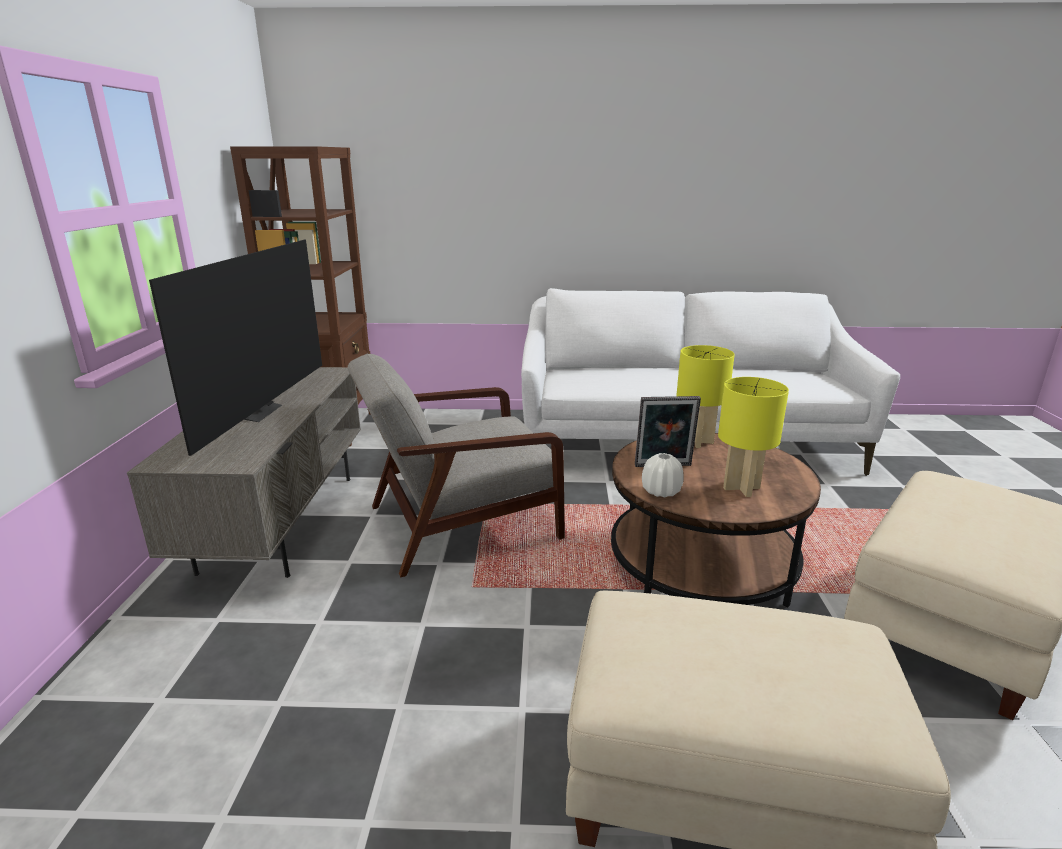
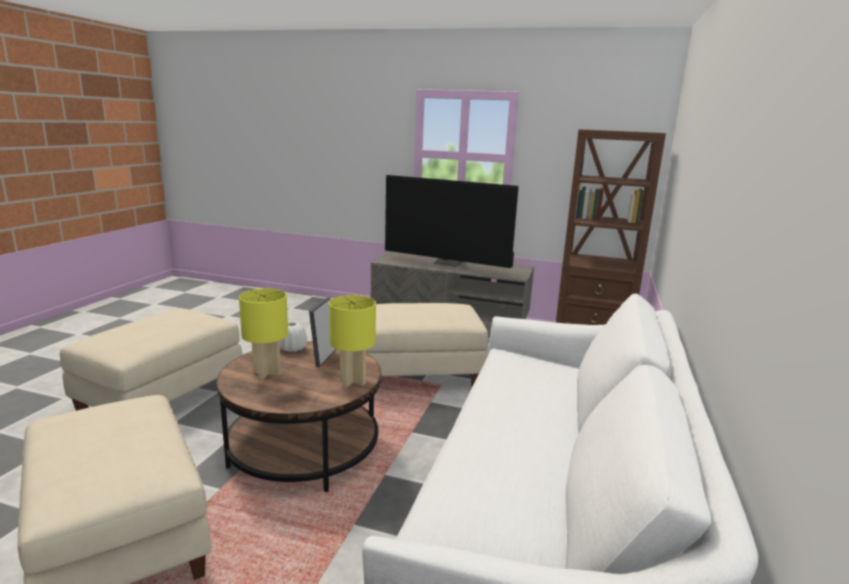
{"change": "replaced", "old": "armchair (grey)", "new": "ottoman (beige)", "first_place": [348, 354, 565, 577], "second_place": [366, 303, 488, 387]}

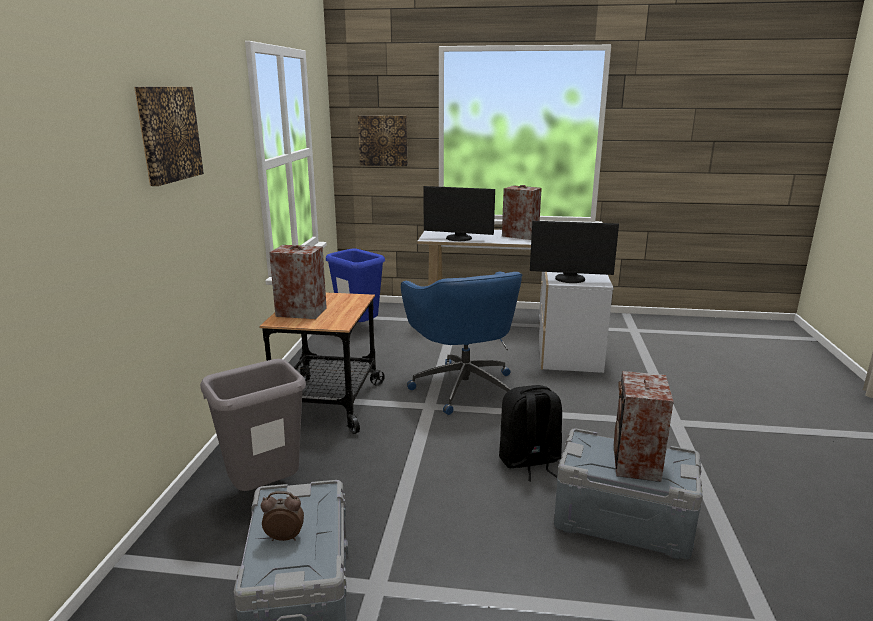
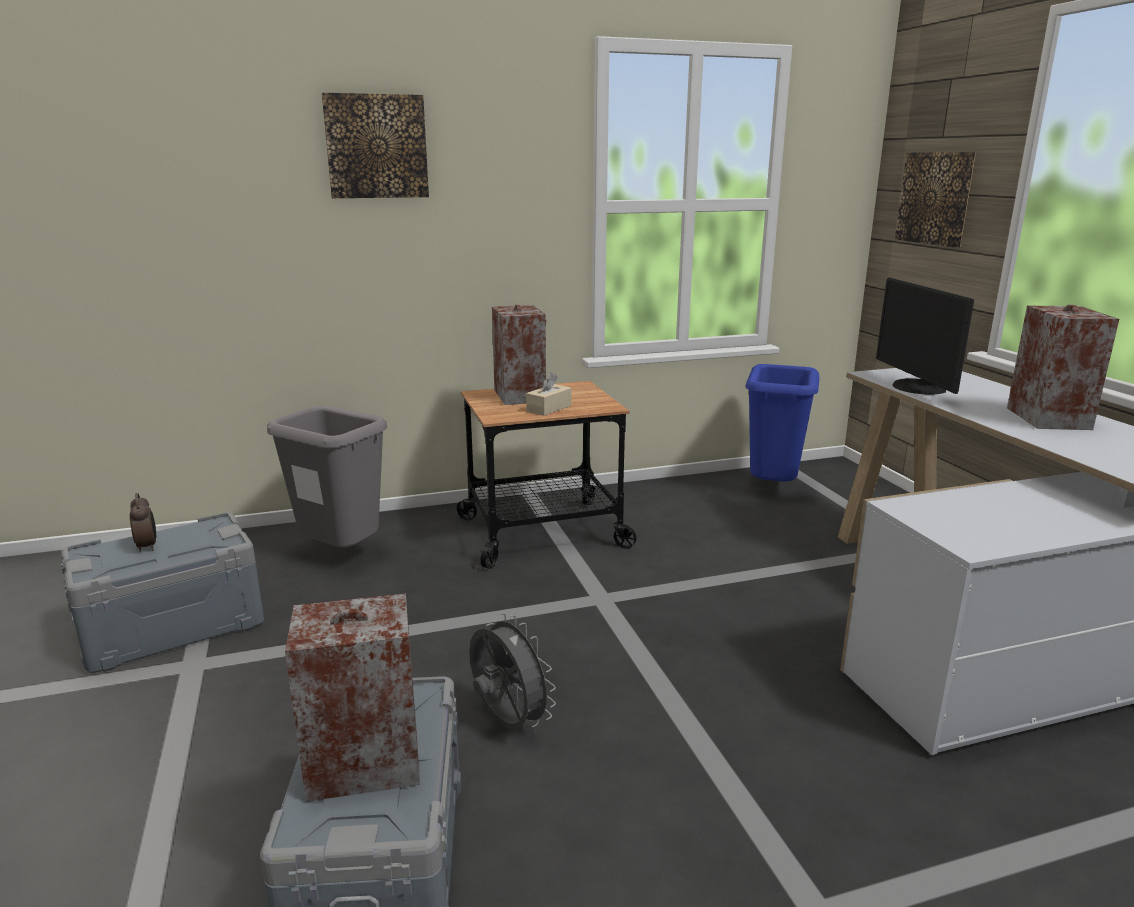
{"change": "removed", "old": "office chair (blue)", "first_place": [401, 272, 522, 415]}
{"change": "replaced", "old": "backpack (black)", "new": "fan (grey)", "first_place": [499, 385, 562, 481], "second_place": [469, 613, 556, 730]}
{"change": "removed", "old": "monitor", "first_place": [530, 221, 619, 283]}
{"change": "added", "new": "tissue box (beige)", "second_place": [526, 372, 571, 416]}

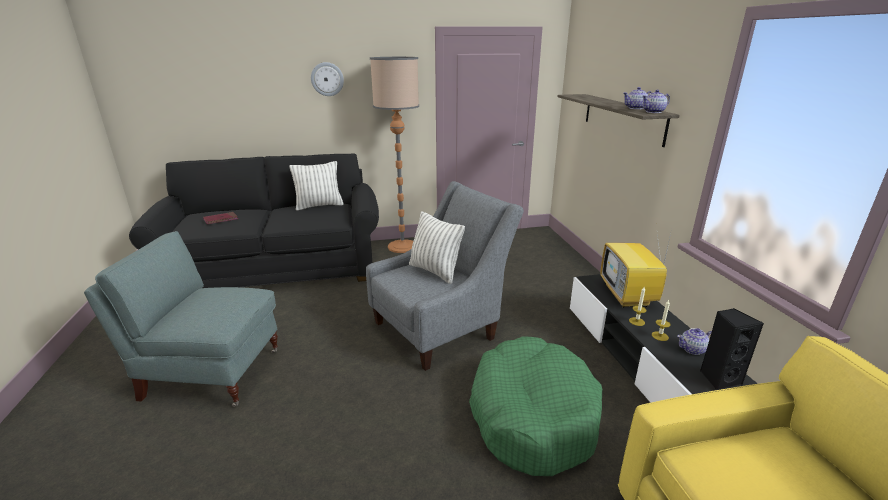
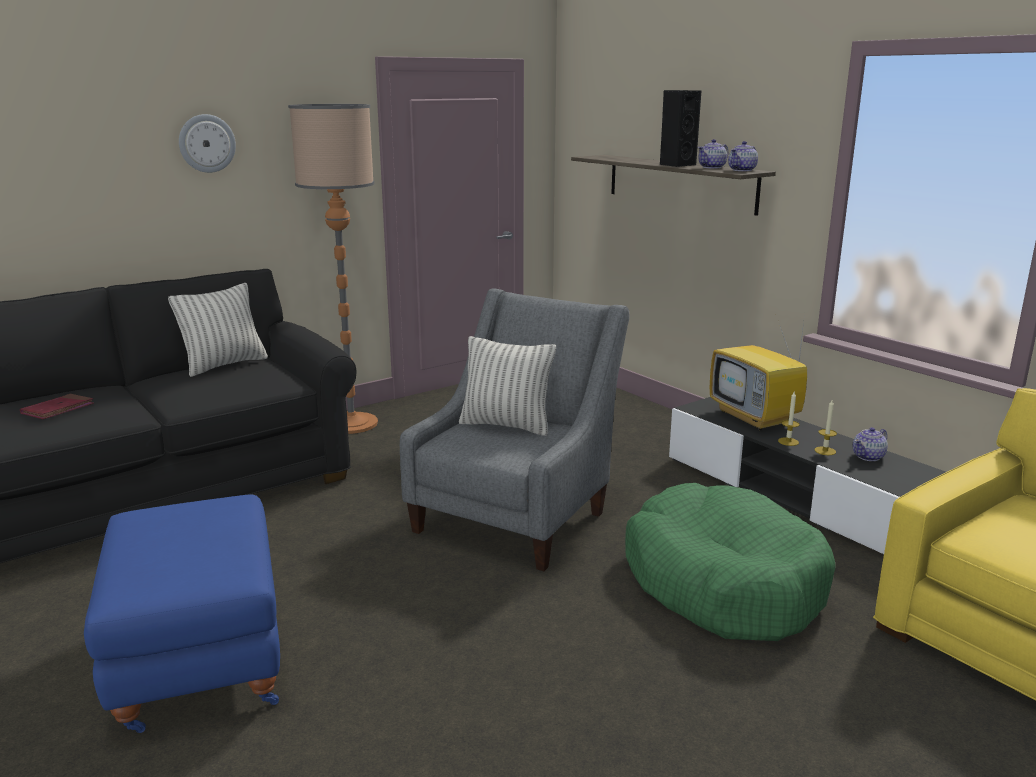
{"change": "replaced", "old": "armchair (grey)", "new": "ottoman (blue)", "first_place": [84, 231, 278, 407], "second_place": [84, 495, 280, 733]}
{"change": "moved", "old": "speaker (black)", "first_place": [700, 308, 764, 390], "second_place": [660, 90, 702, 167]}

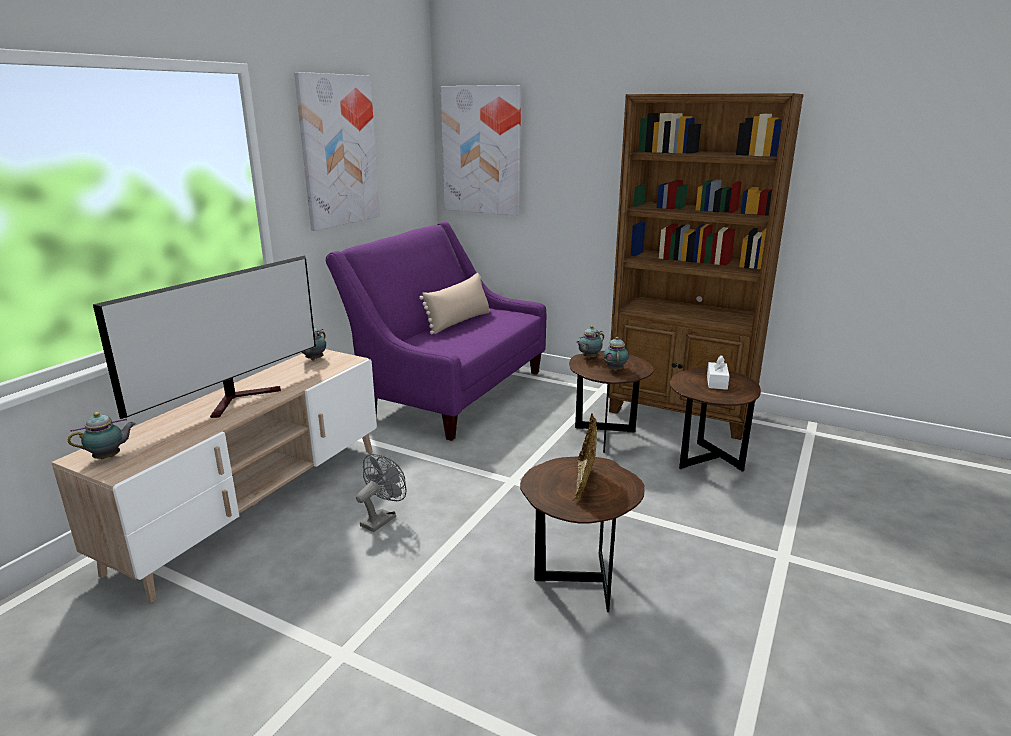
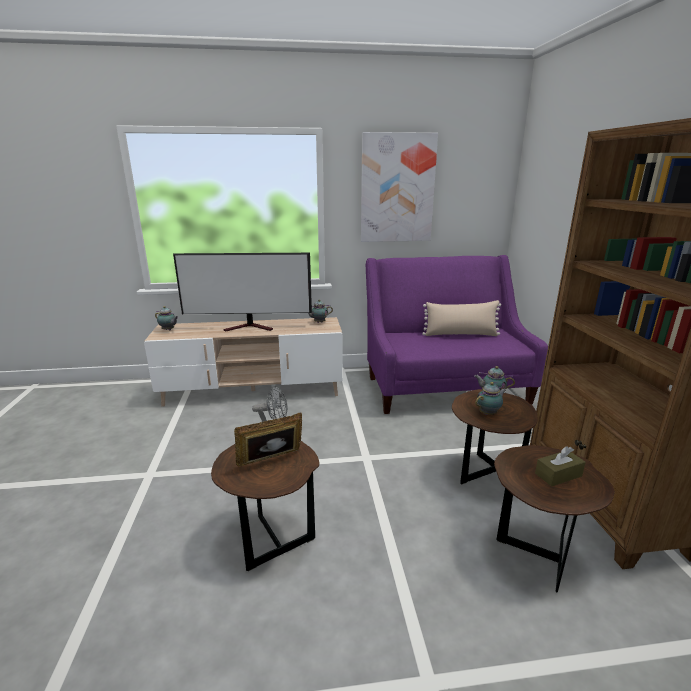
{"change": "removed", "old": "picture", "first_place": [441, 85, 521, 216]}
{"change": "recoloured", "old": "tissue box (white)", "new": "tissue box (brown)", "first_place": [707, 355, 729, 390], "second_place": [535, 446, 586, 487]}

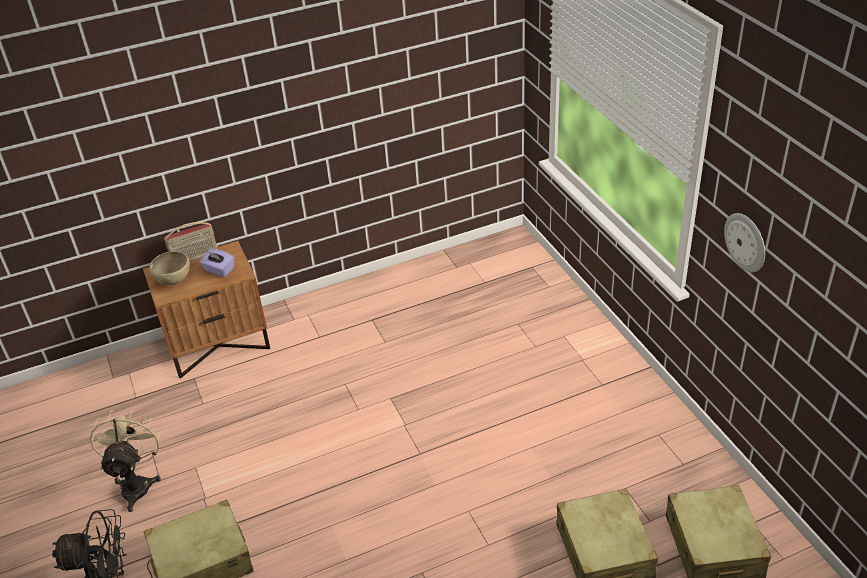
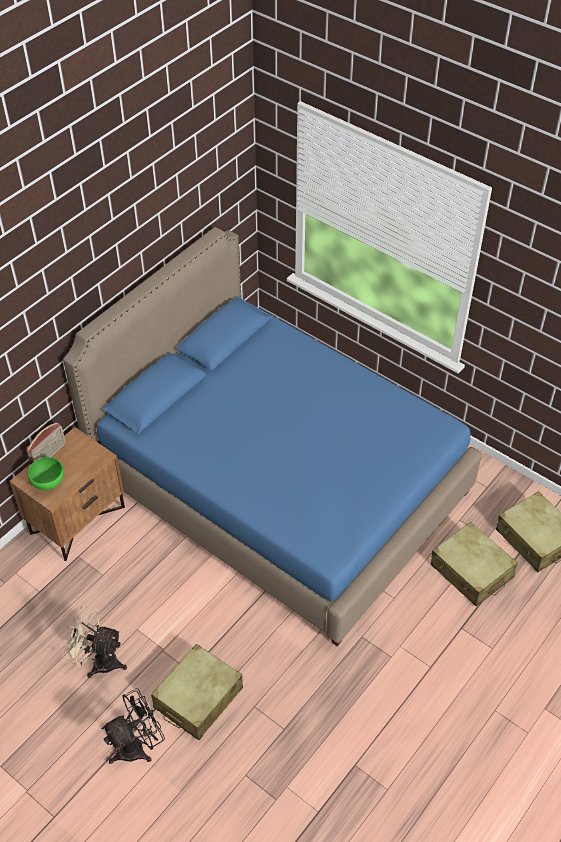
{"change": "turned", "old": "fan (beige)", "first_place": [90, 410, 161, 512], "second_place": [63, 606, 127, 678], "degrees": -45}
{"change": "recoloured", "old": "bowl (brown)", "new": "bowl (green)", "first_place": [149, 251, 190, 285], "second_place": [28, 457, 64, 490]}
{"change": "removed", "old": "tissue box (purple)", "first_place": [200, 249, 234, 277]}
{"change": "removed", "old": "wall clock", "first_place": [724, 213, 765, 272]}
{"change": "added", "new": "bed (blue)", "second_place": [63, 227, 482, 646]}

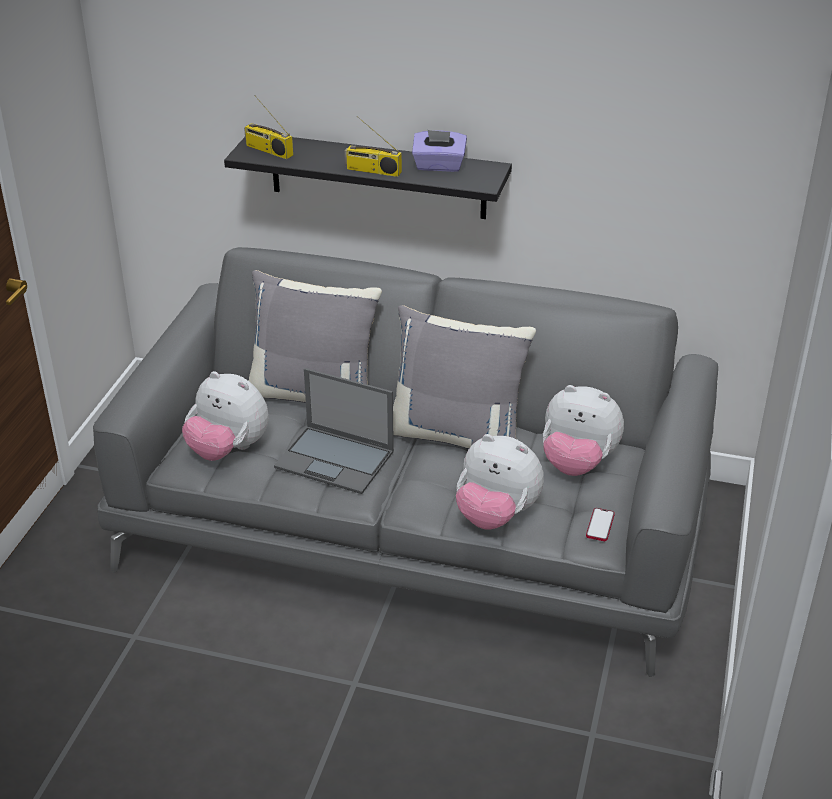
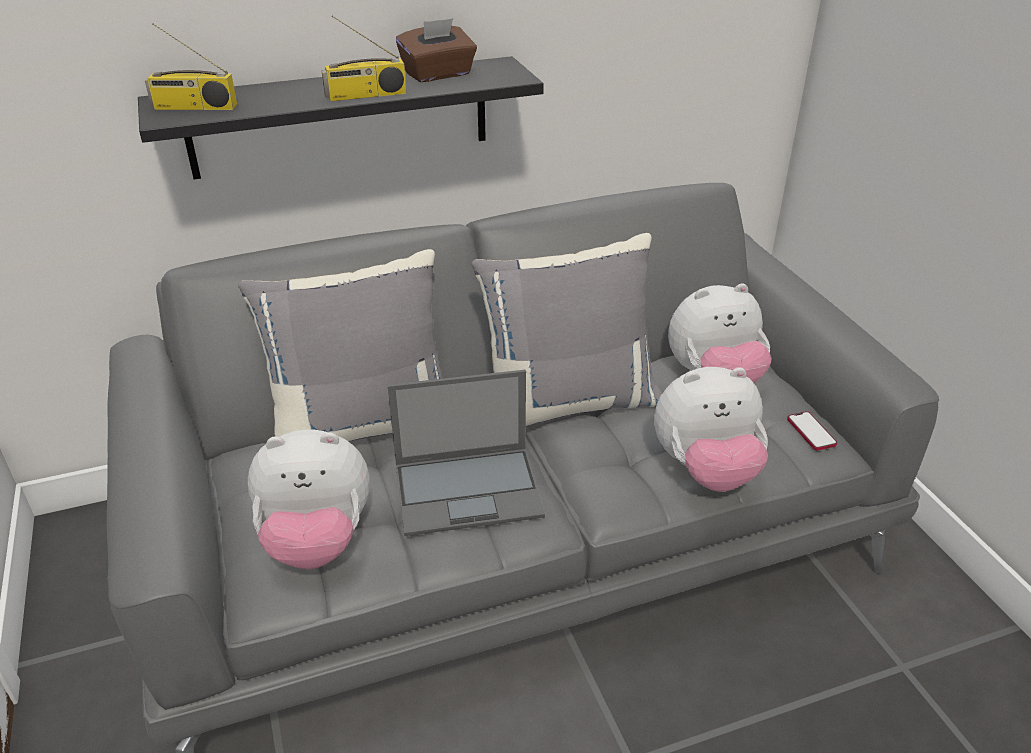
{"change": "recoloured", "old": "tissue box (purple)", "new": "tissue box (brown)", "first_place": [412, 130, 467, 172], "second_place": [396, 18, 477, 82]}

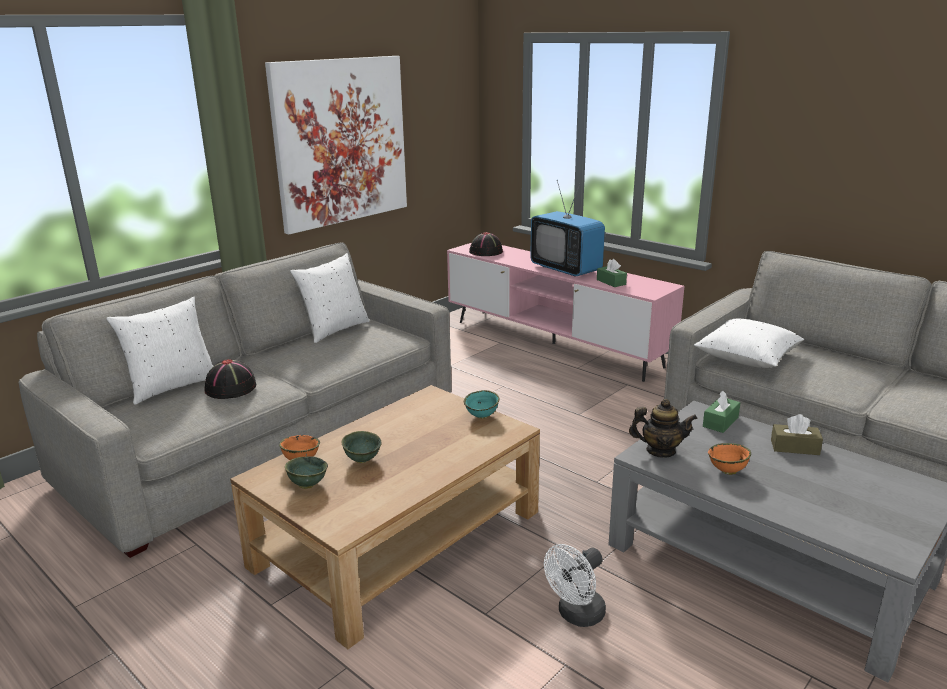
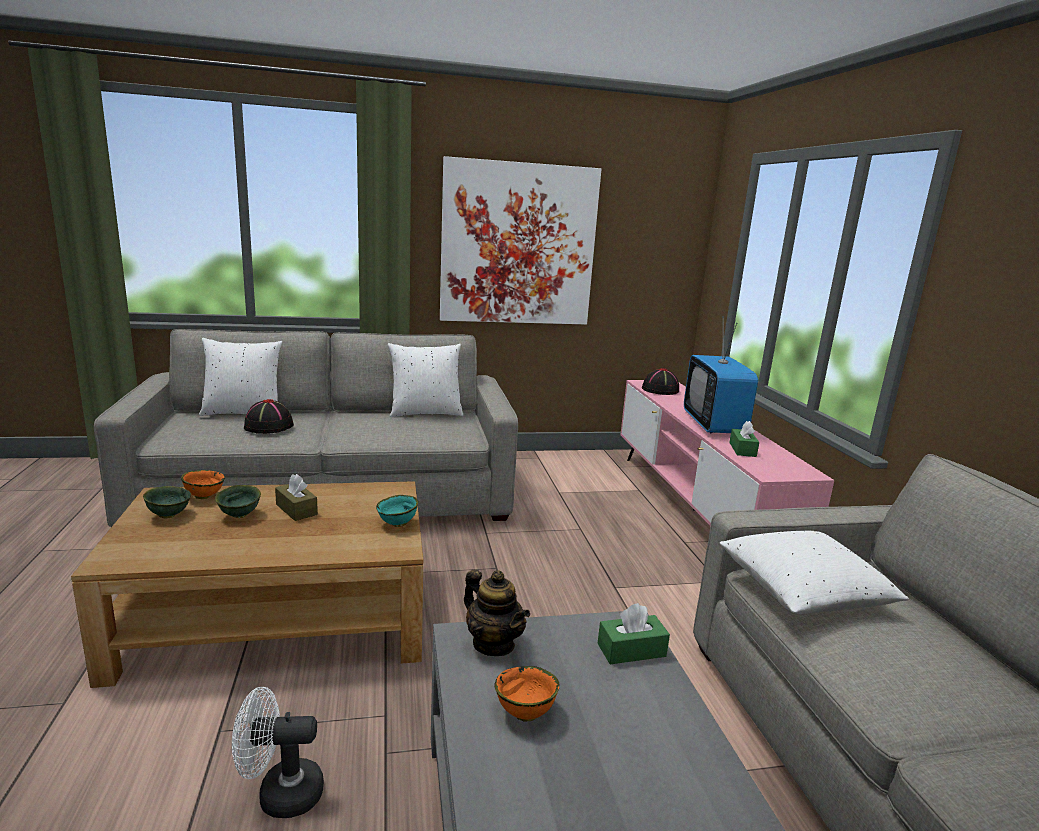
{"change": "moved", "old": "tissue box (brown)", "first_place": [771, 414, 823, 455], "second_place": [275, 474, 318, 521]}

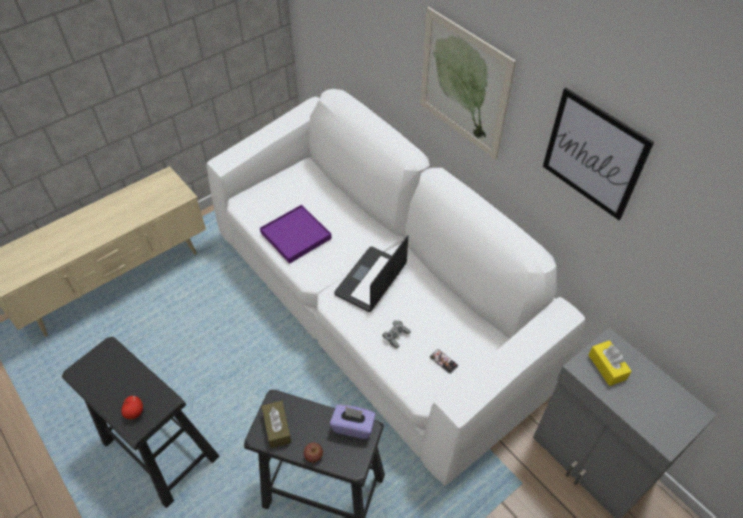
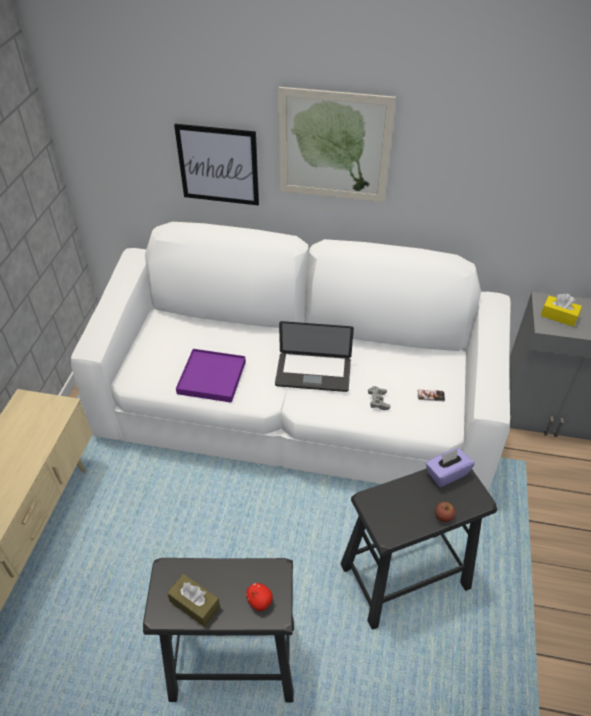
{"change": "moved", "old": "tissue box (brown)", "first_place": [262, 400, 292, 448], "second_place": [167, 574, 220, 627]}
{"change": "turned", "old": "laptop", "first_place": [334, 235, 408, 312], "second_place": [275, 321, 354, 392], "degrees": -75}
{"change": "moved", "old": "picture", "first_place": [543, 88, 654, 220], "second_place": [174, 124, 259, 205]}

